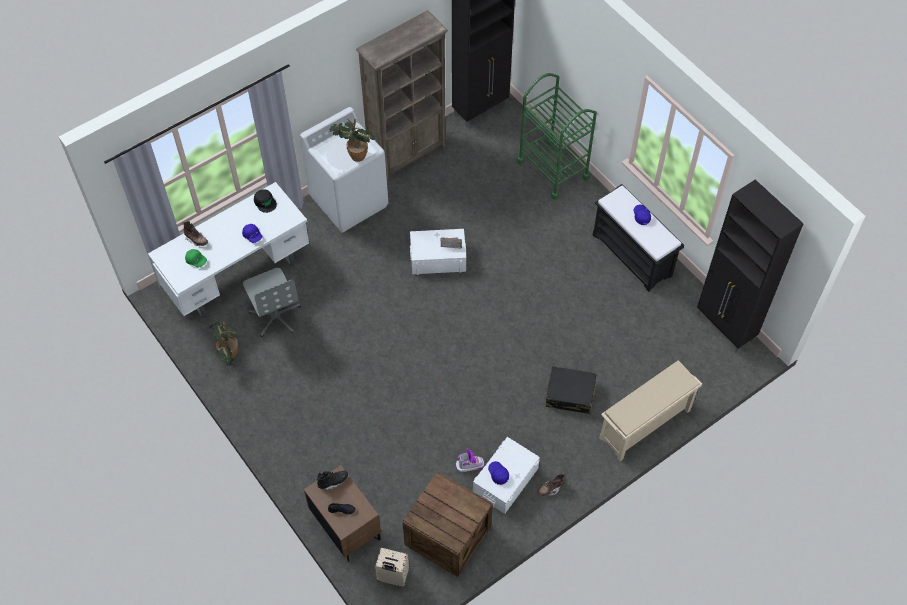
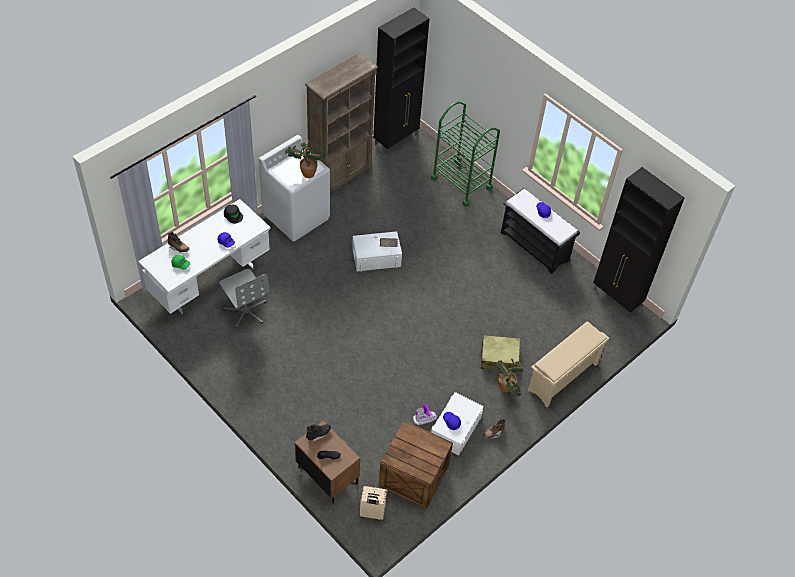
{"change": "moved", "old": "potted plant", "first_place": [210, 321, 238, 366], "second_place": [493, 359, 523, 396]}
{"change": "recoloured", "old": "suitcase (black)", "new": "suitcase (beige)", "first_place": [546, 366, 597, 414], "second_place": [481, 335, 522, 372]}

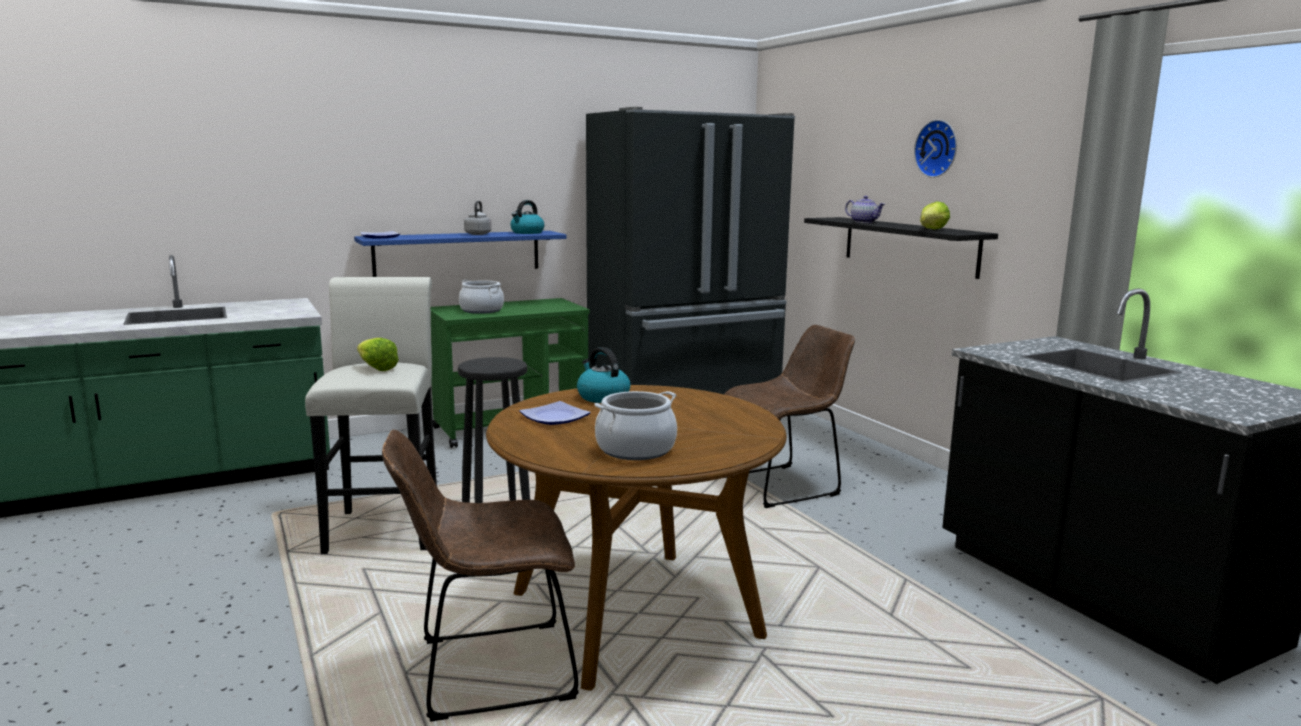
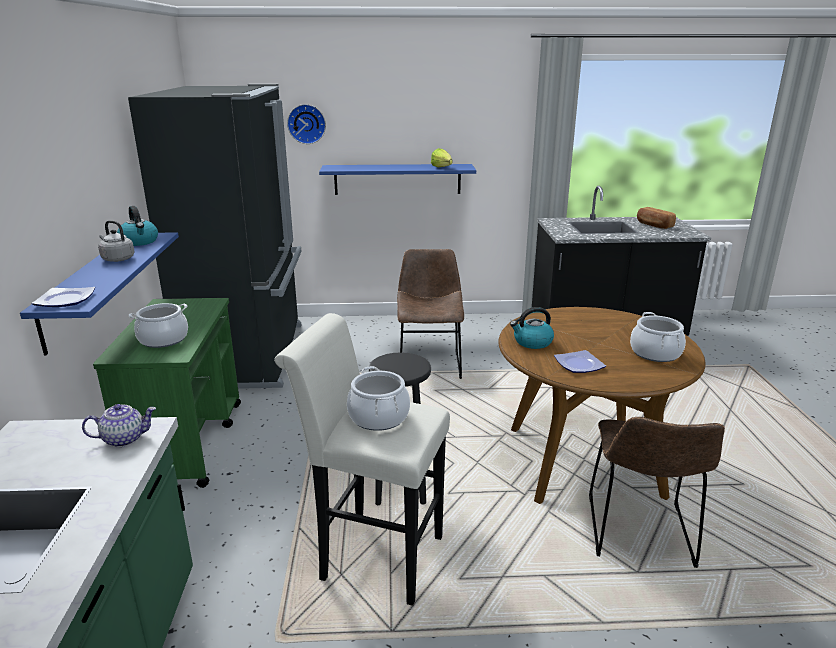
{"change": "replaced", "old": "lettuce", "new": "cooking pot", "first_place": [357, 338, 399, 371], "second_place": [347, 366, 410, 431]}
{"change": "recoloured", "old": "shelf (black)", "new": "shelf (blue)", "first_place": [804, 217, 998, 279], "second_place": [319, 164, 476, 195]}
{"change": "moved", "old": "teapot", "first_place": [845, 196, 885, 223], "second_place": [82, 404, 156, 447]}
{"change": "moved", "old": "wall clock", "first_place": [914, 120, 957, 178], "second_place": [287, 104, 326, 144]}
{"change": "added", "new": "bread", "second_place": [637, 207, 676, 229]}

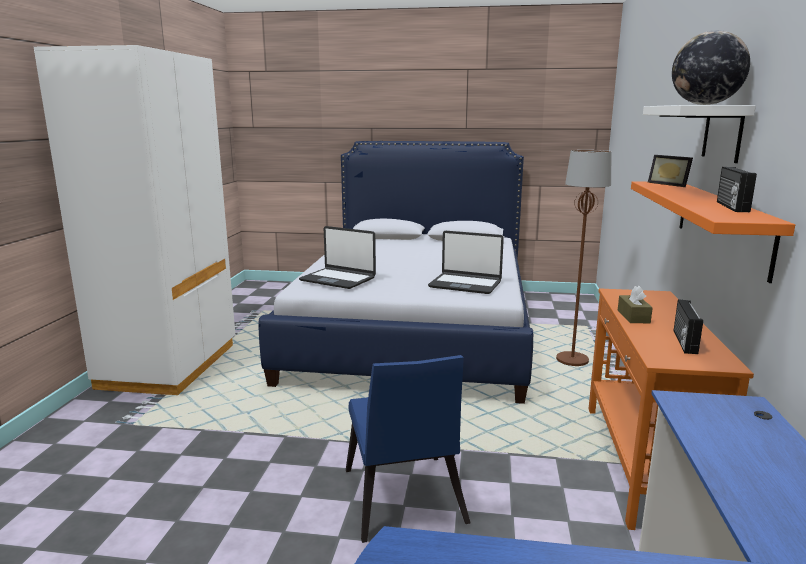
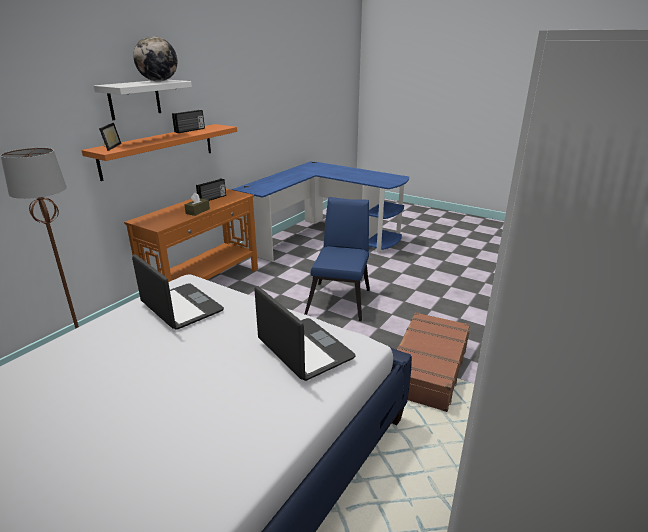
{"change": "added", "new": "suitcase (brown)", "second_place": [397, 312, 470, 412]}

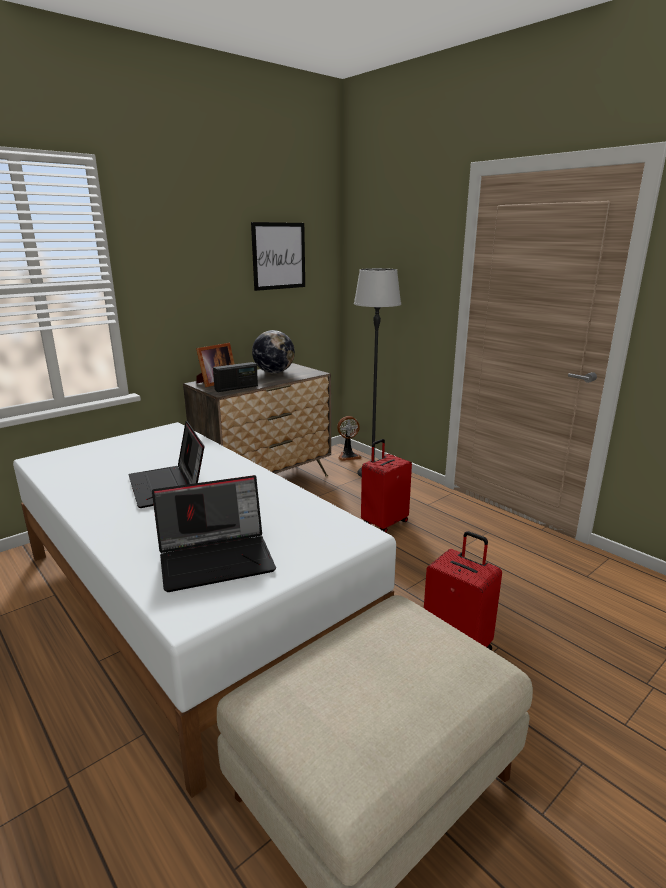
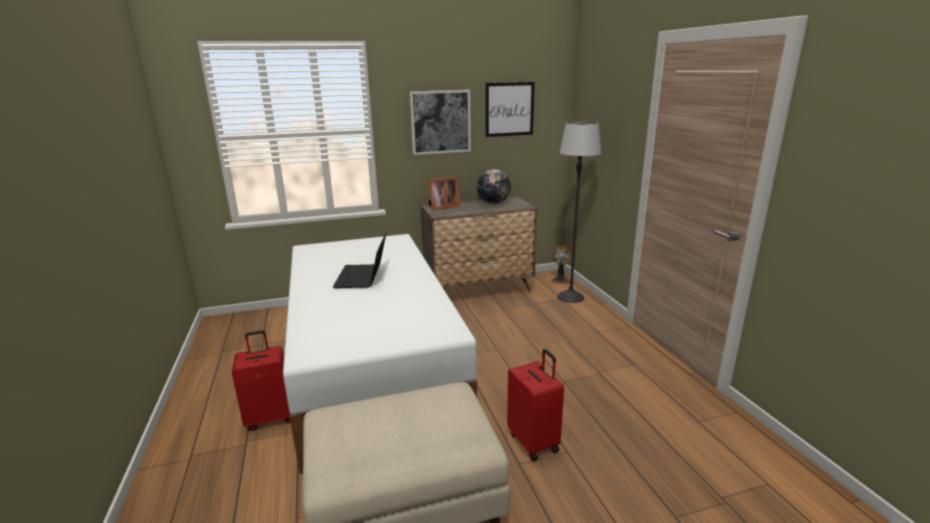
{"change": "removed", "old": "laptop", "first_place": [152, 475, 276, 592]}
{"change": "removed", "old": "radio", "first_place": [213, 362, 258, 392]}
{"change": "moved", "old": "suitcase (red)", "first_place": [361, 439, 412, 532], "second_place": [232, 330, 291, 431]}
{"change": "added", "new": "picture", "second_place": [409, 90, 471, 155]}

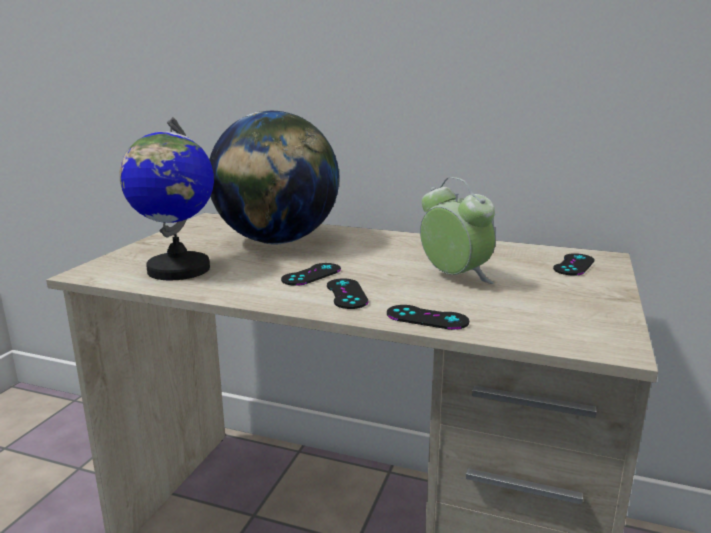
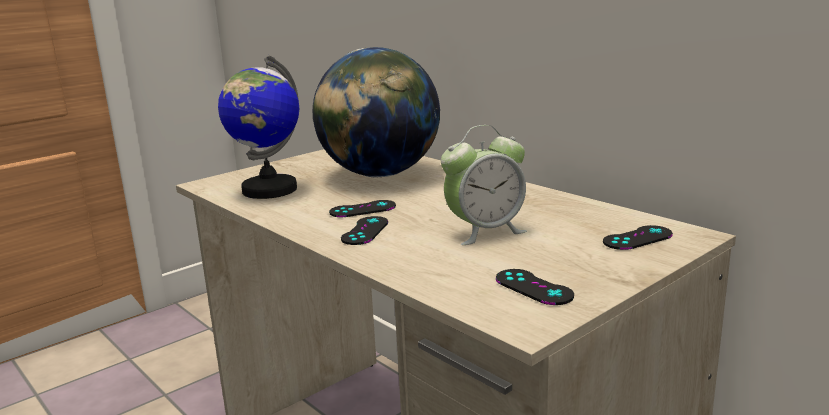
{"change": "moved", "old": "game controller (black)", "first_place": [387, 305, 469, 330], "second_place": [496, 269, 574, 305]}
{"change": "turned", "old": "alarm clock", "first_place": [420, 177, 496, 284], "second_place": [441, 125, 527, 245], "degrees": 75}

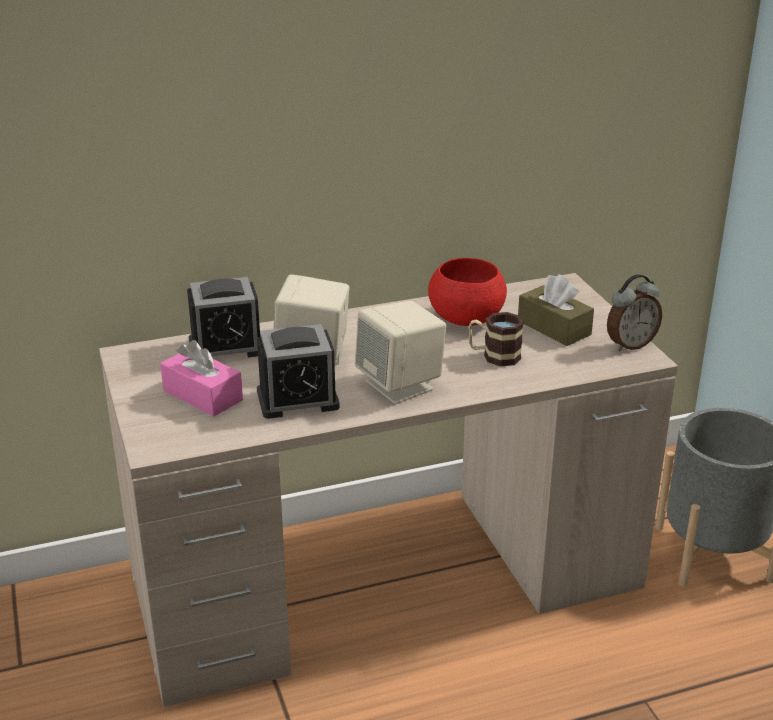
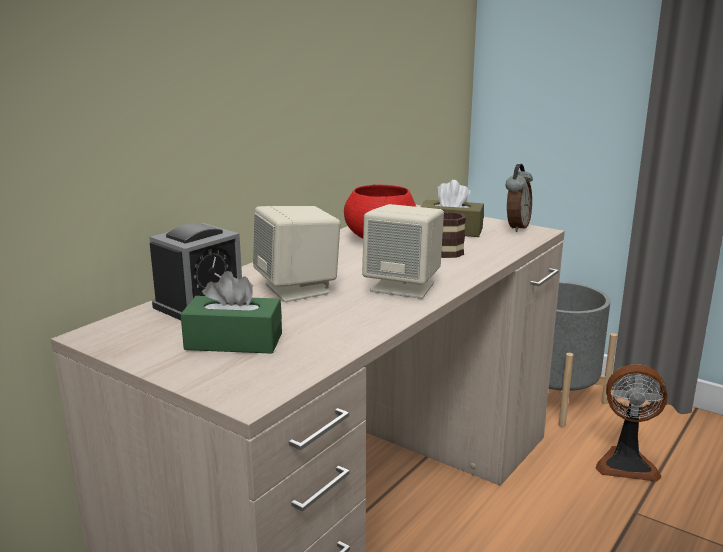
{"change": "recoloured", "old": "tissue box (pink)", "new": "tissue box (green)", "first_place": [160, 340, 243, 417], "second_place": [181, 271, 282, 354]}
{"change": "removed", "old": "alarm clock", "first_place": [257, 324, 340, 419]}
{"change": "added", "new": "fan", "second_place": [595, 364, 668, 481]}

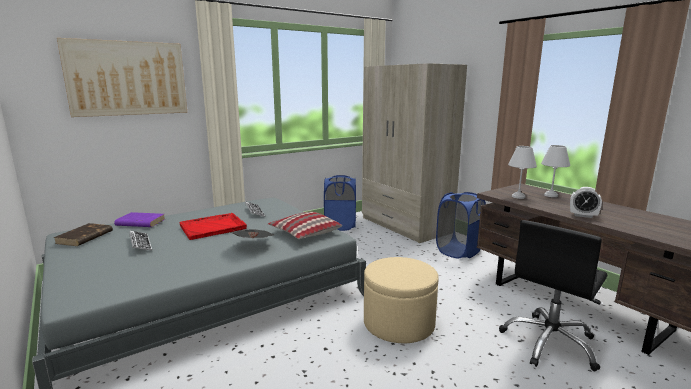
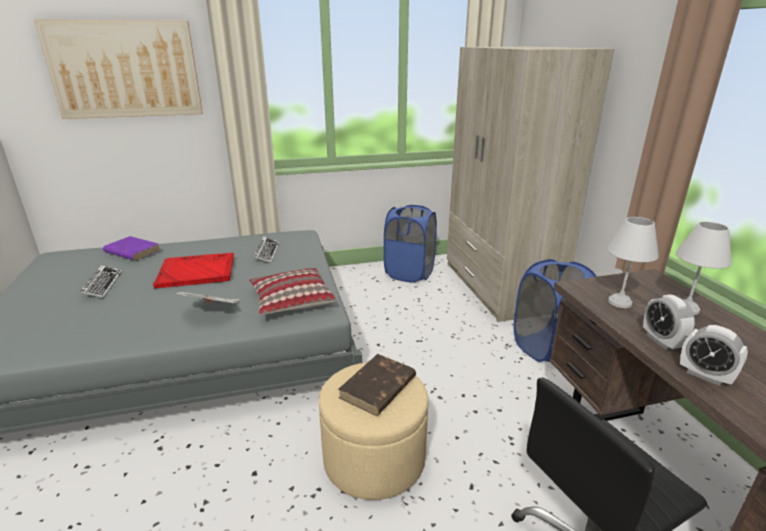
{"change": "moved", "old": "book (brown)", "first_place": [53, 223, 113, 246], "second_place": [338, 354, 416, 416]}
{"change": "added", "new": "alarm clock", "second_place": [643, 295, 695, 350]}

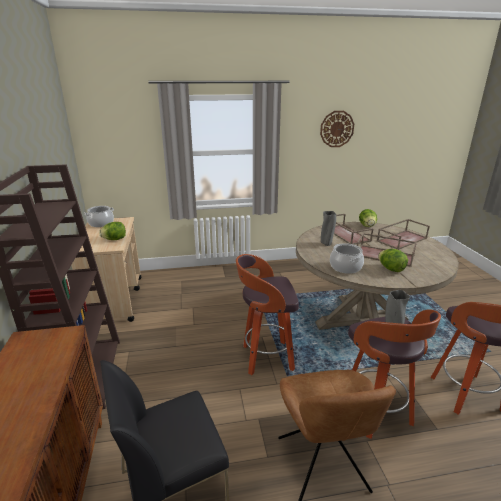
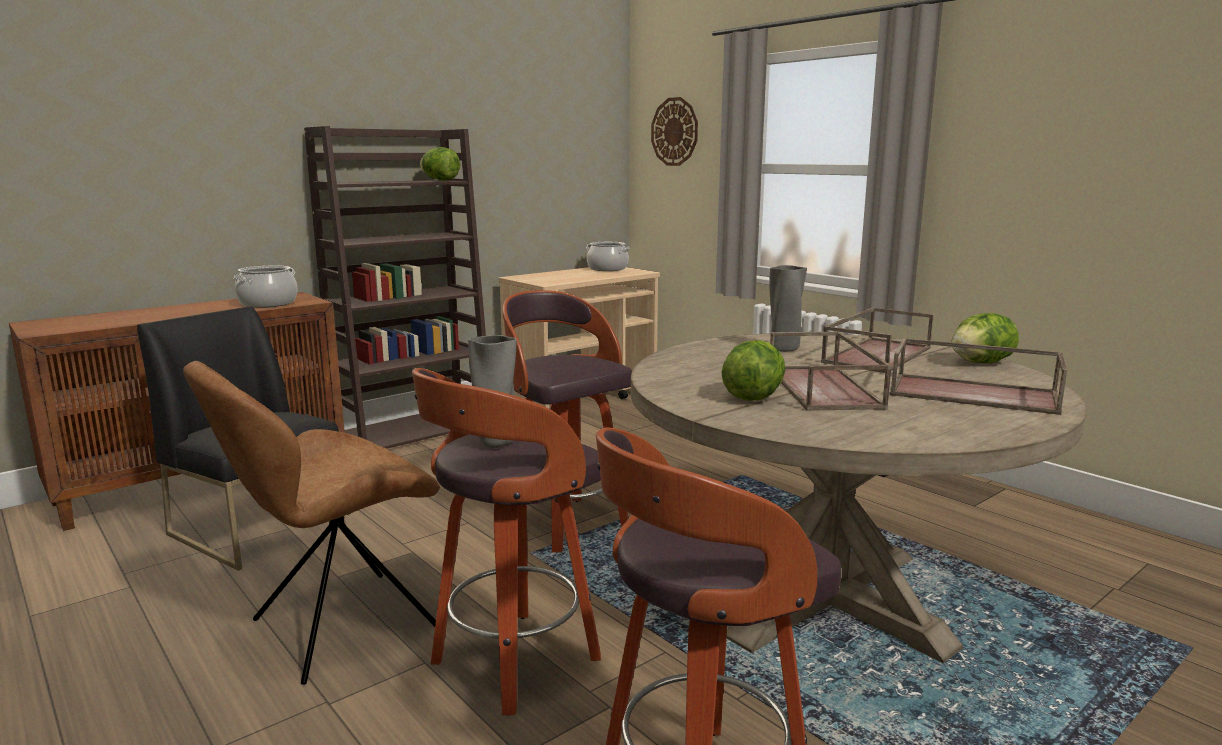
{"change": "moved", "old": "lettuce", "first_place": [99, 222, 126, 240], "second_place": [420, 147, 460, 181]}
{"change": "moved", "old": "wall clock", "first_place": [320, 111, 354, 147], "second_place": [651, 97, 698, 166]}
{"change": "moved", "old": "cooking pot", "first_place": [330, 243, 364, 274], "second_place": [233, 266, 298, 308]}

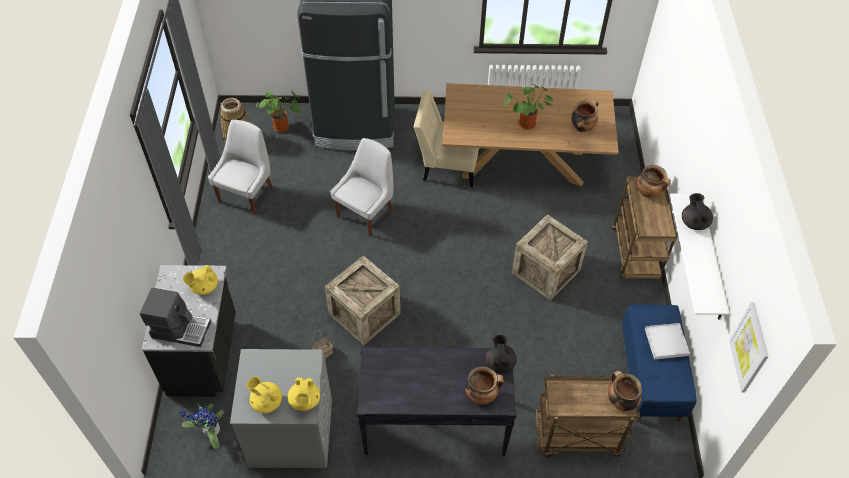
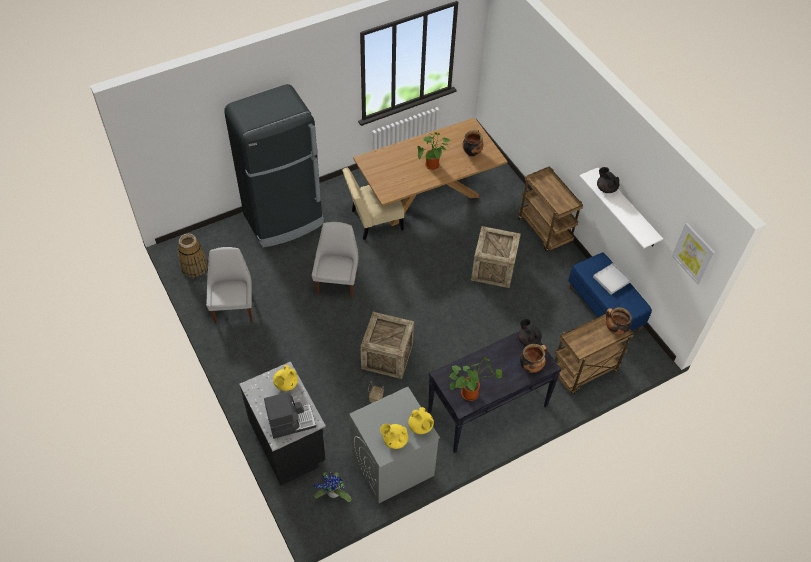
{"change": "moved", "old": "potted plant", "first_place": [256, 90, 301, 132], "second_place": [449, 356, 502, 401]}
{"change": "removed", "old": "cooking pot", "first_place": [637, 165, 671, 198]}

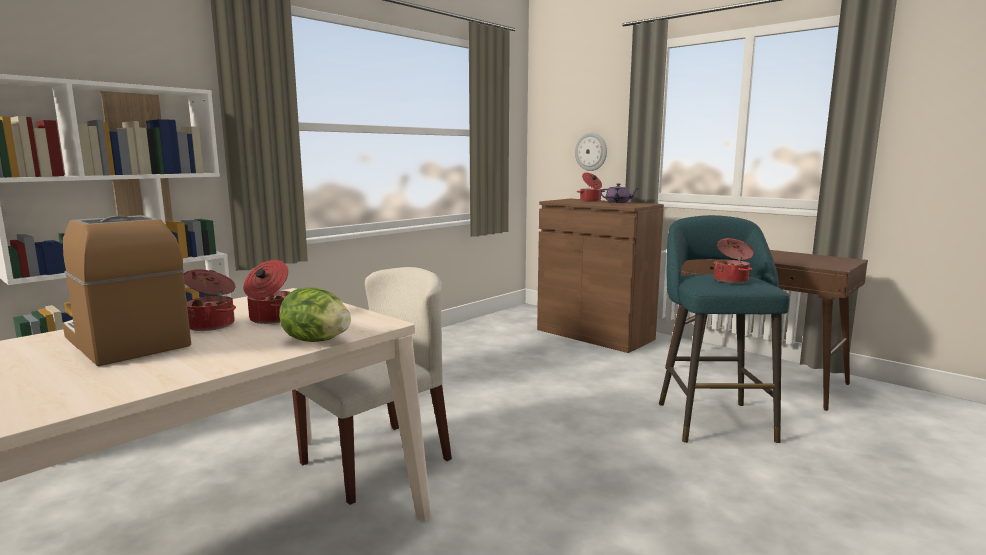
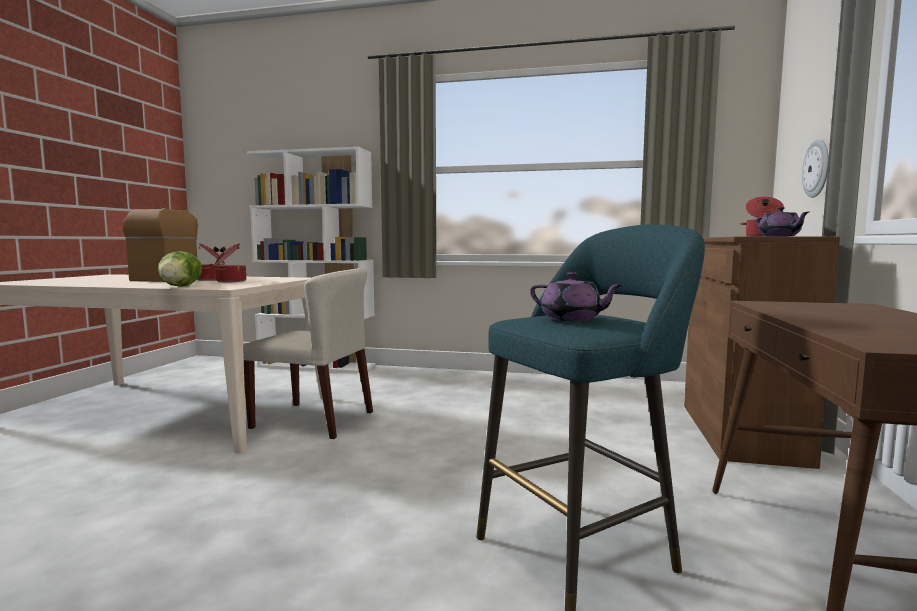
{"change": "replaced", "old": "cooking pot", "new": "teapot (purple)", "first_place": [713, 238, 754, 283], "second_place": [530, 272, 622, 321]}

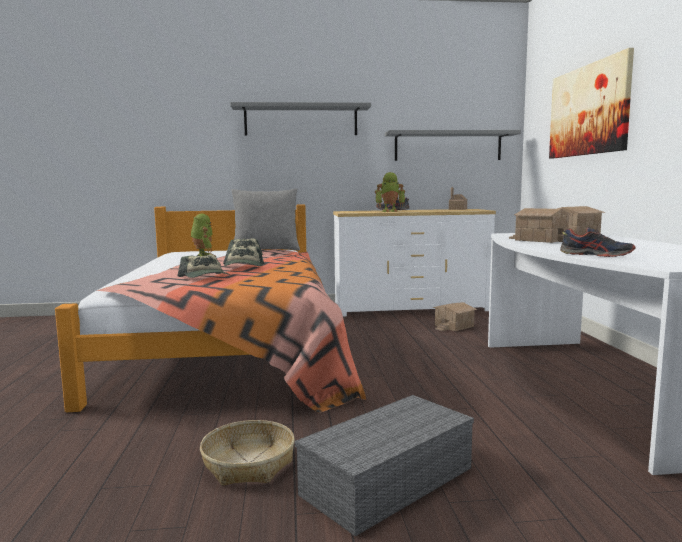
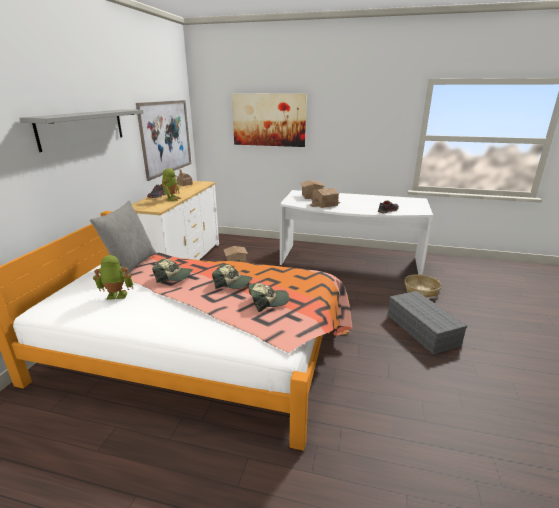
{"change": "moved", "old": "basket", "first_place": [200, 420, 295, 486], "second_place": [405, 274, 441, 297]}
{"change": "replaced", "old": "shelf (grey)", "new": "picture", "first_place": [385, 130, 521, 161], "second_place": [136, 100, 191, 181]}

